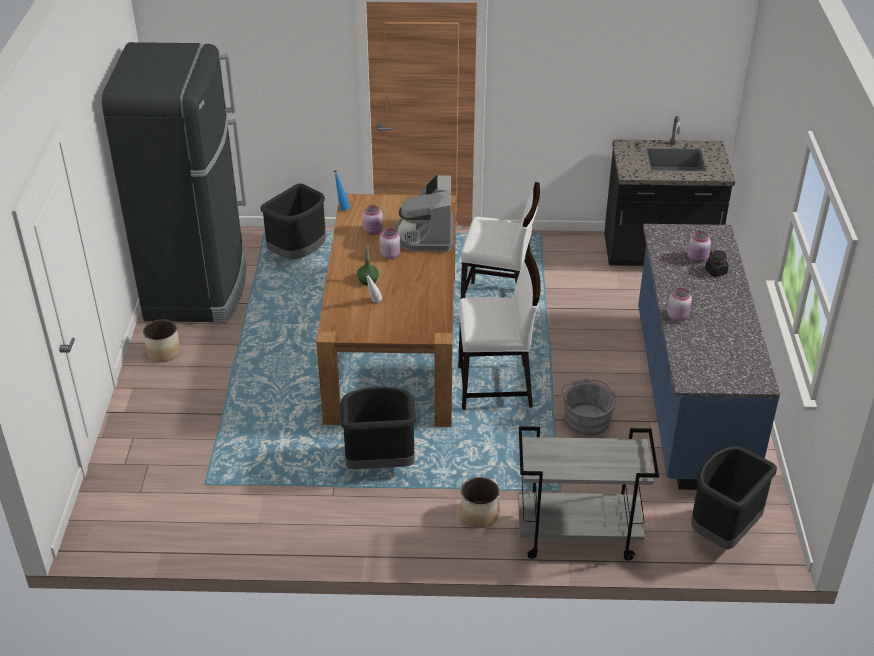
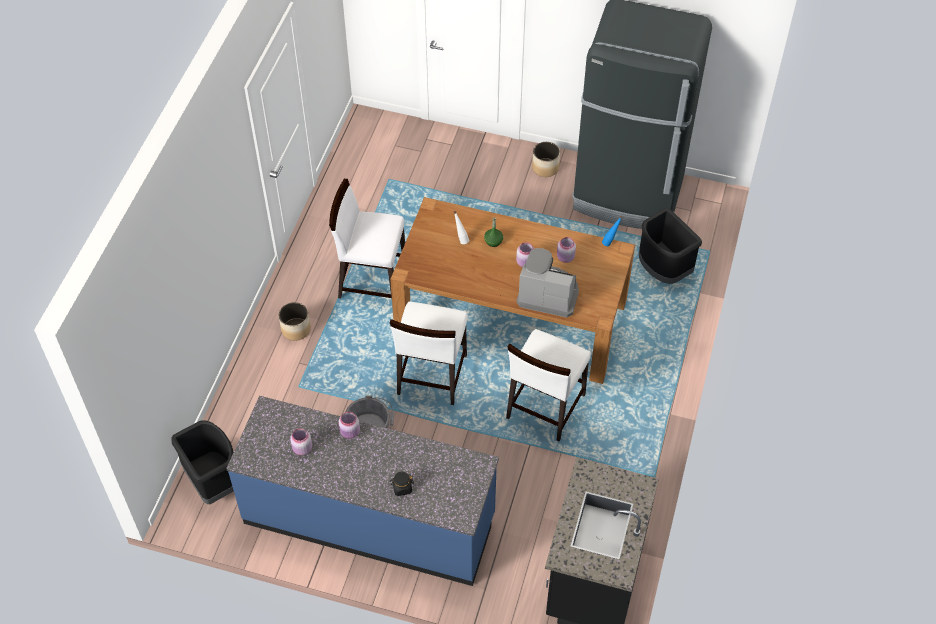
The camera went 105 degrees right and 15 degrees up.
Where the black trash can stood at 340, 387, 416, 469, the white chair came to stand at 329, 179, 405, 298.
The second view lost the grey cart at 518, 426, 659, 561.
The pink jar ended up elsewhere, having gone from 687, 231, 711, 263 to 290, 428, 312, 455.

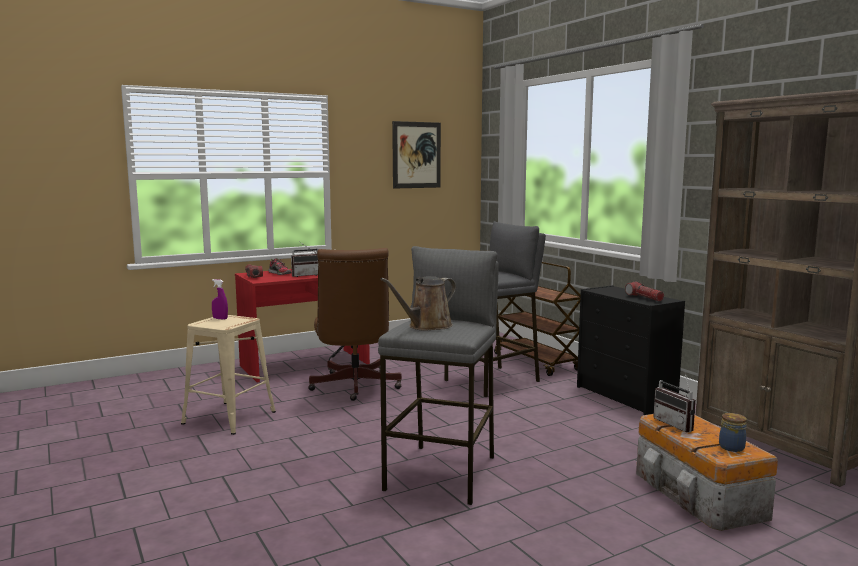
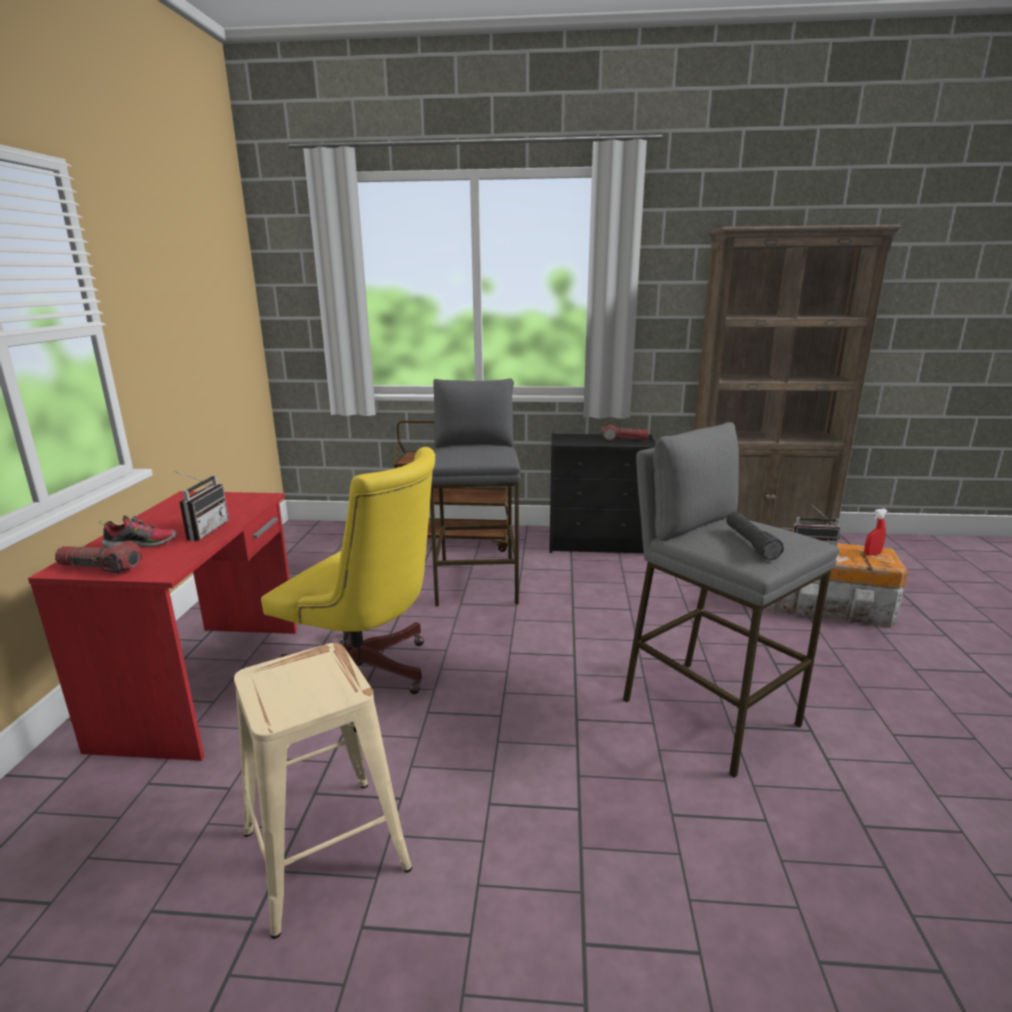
The camera went 55 degrees left and 10 degrees up.
The second view lost the purple spray bottle at 212, 279, 228, 320.
What was the brown office chair at 308, 248, 402, 401 turned into the yellow office chair at 261, 447, 435, 694.
Where the brown watering can stood at 380, 276, 456, 331, the black flashlight came to stand at 726, 512, 784, 560.
The second view lost the picture at 392, 121, 441, 189.
Where the jar stood at 719, 413, 747, 452, the red spray bottle came to stand at 864, 509, 887, 556.

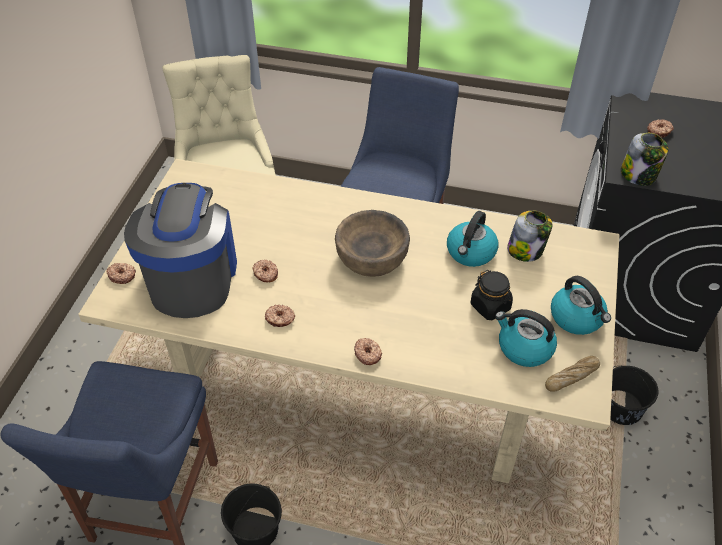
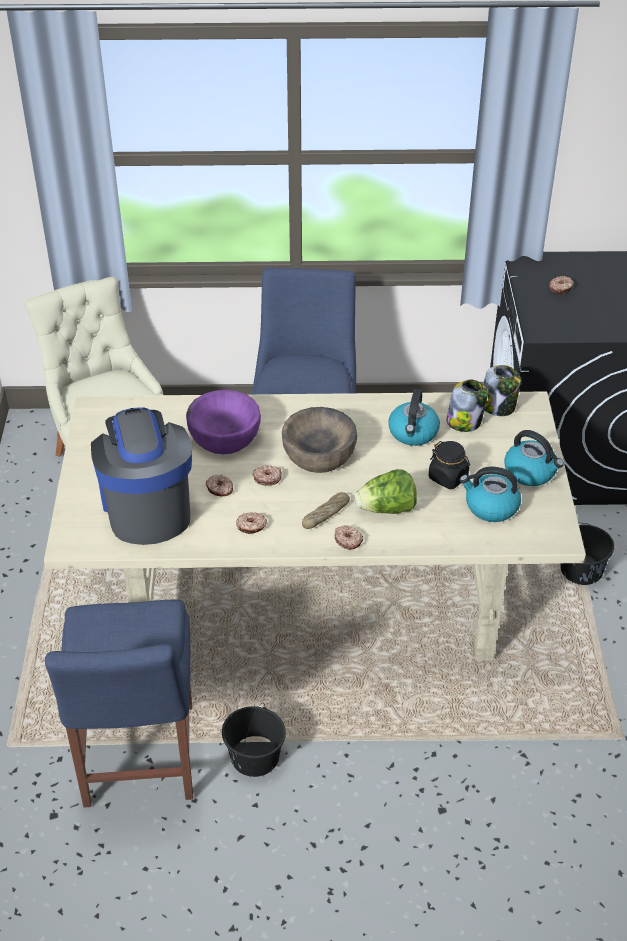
The camera went 15 degrees left and 5 degrees down.
The donut ended up elsewhere, having gone from 106, 263, 136, 284 to 252, 465, 282, 486.
The bread ended up elsewhere, having gone from 545, 356, 600, 392 to 302, 492, 350, 529.
The jar ended up elsewhere, having gone from 621, 133, 669, 186 to 483, 365, 521, 416.
The second view gained the purple bowl at 186, 390, 261, 454.
The second view gained the lettuce at 355, 469, 417, 514.

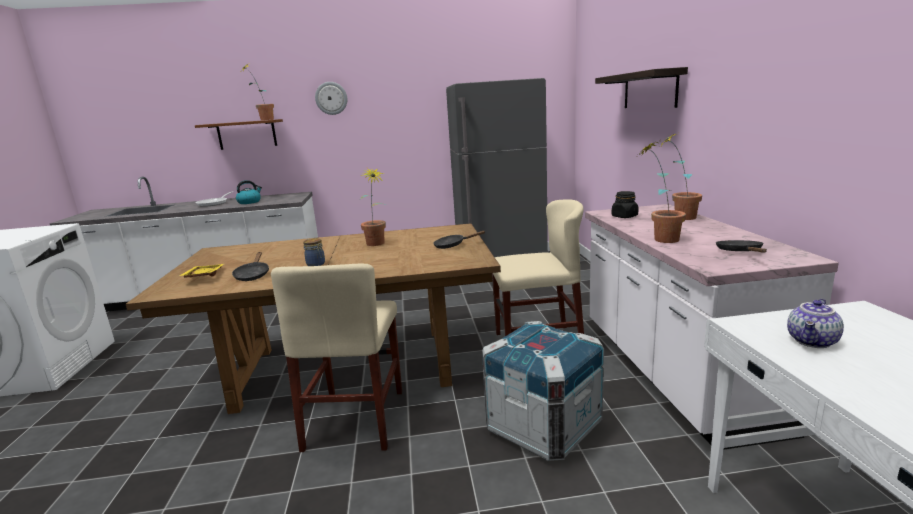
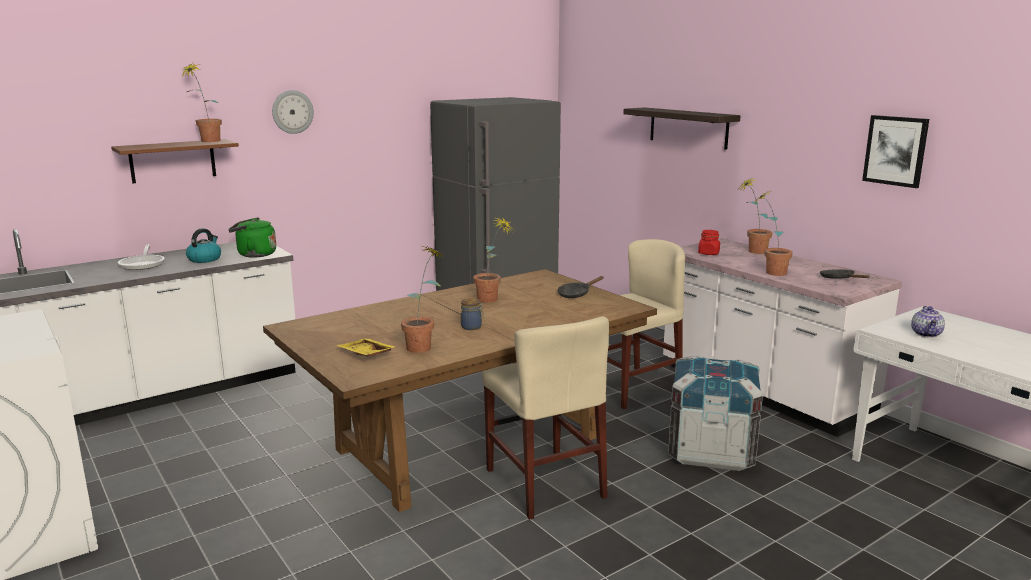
The camera went 30 degrees left and 0 degrees up.
Where the black frying pan stood at 232, 252, 269, 281, the potted plant came to stand at 401, 246, 444, 353.
What was the black jar at 612, 191, 638, 218 turned into the red jar at 698, 230, 720, 255.
The second view gained the green kettle at 228, 217, 276, 258.
The second view gained the picture at 862, 115, 929, 188.

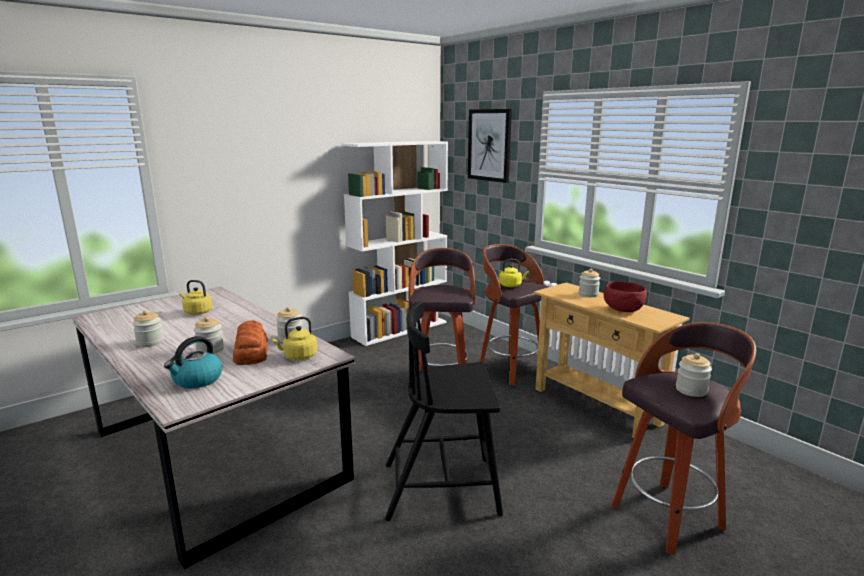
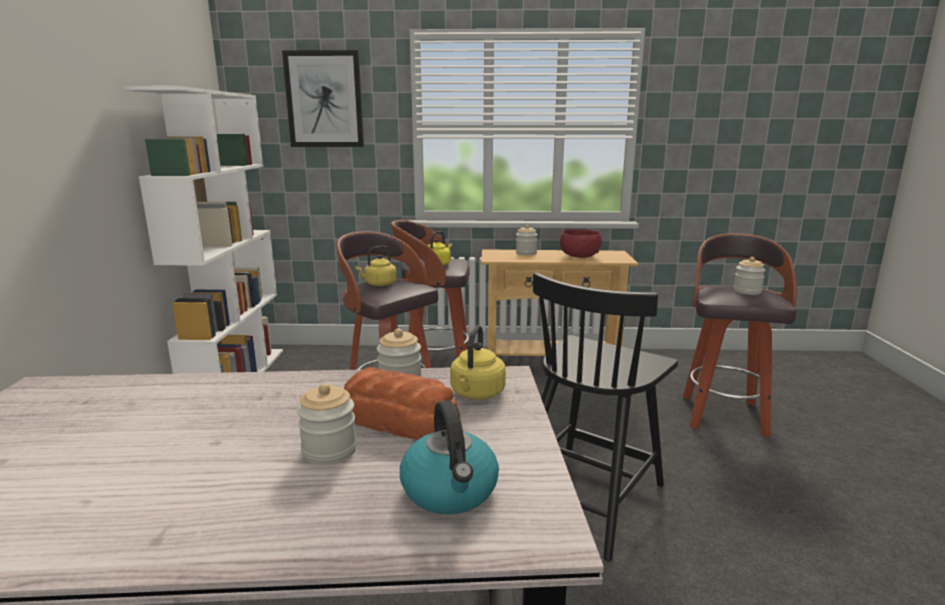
The camera went 50 degrees left and 0 degrees up.
The second view lost the jar at 132, 310, 164, 347.
The yellow kettle ended up elsewhere, having gone from 179, 280, 213, 315 to 355, 246, 396, 286.

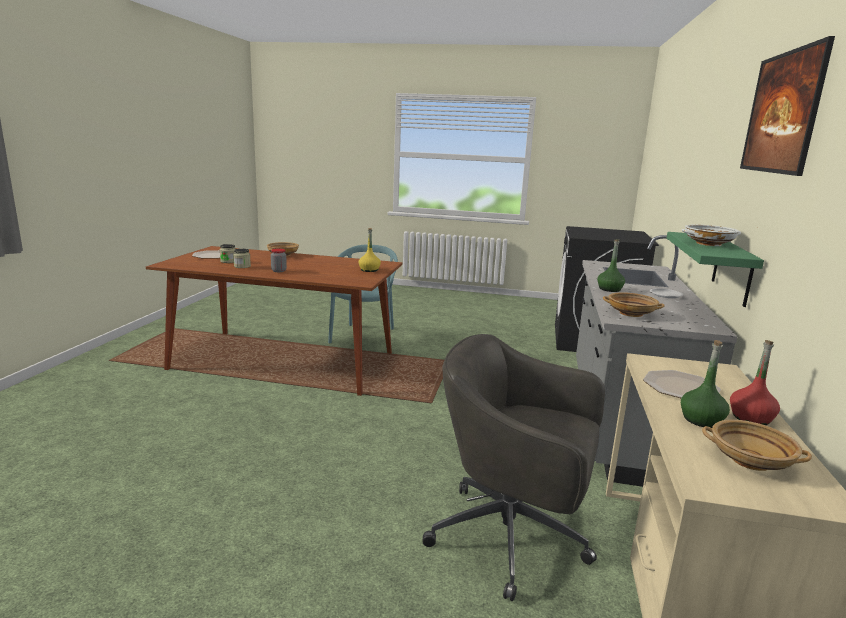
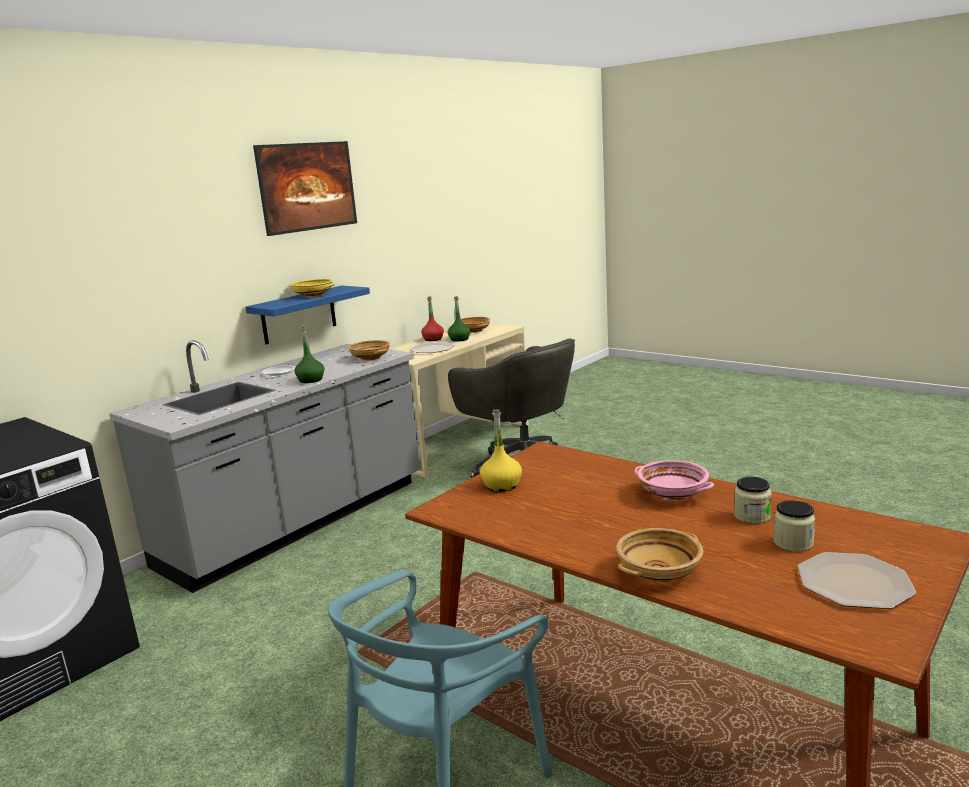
The camera went 150 degrees left and 0 degrees up.
Where the jar stood at 271, 249, 287, 272, the pink bowl came to stand at 634, 460, 714, 501.
What was the green shelf at 667, 232, 764, 307 turned into the blue shelf at 246, 286, 370, 344.
What was the white bowl at 682, 224, 741, 246 turned into the yellow bowl at 290, 279, 335, 297.

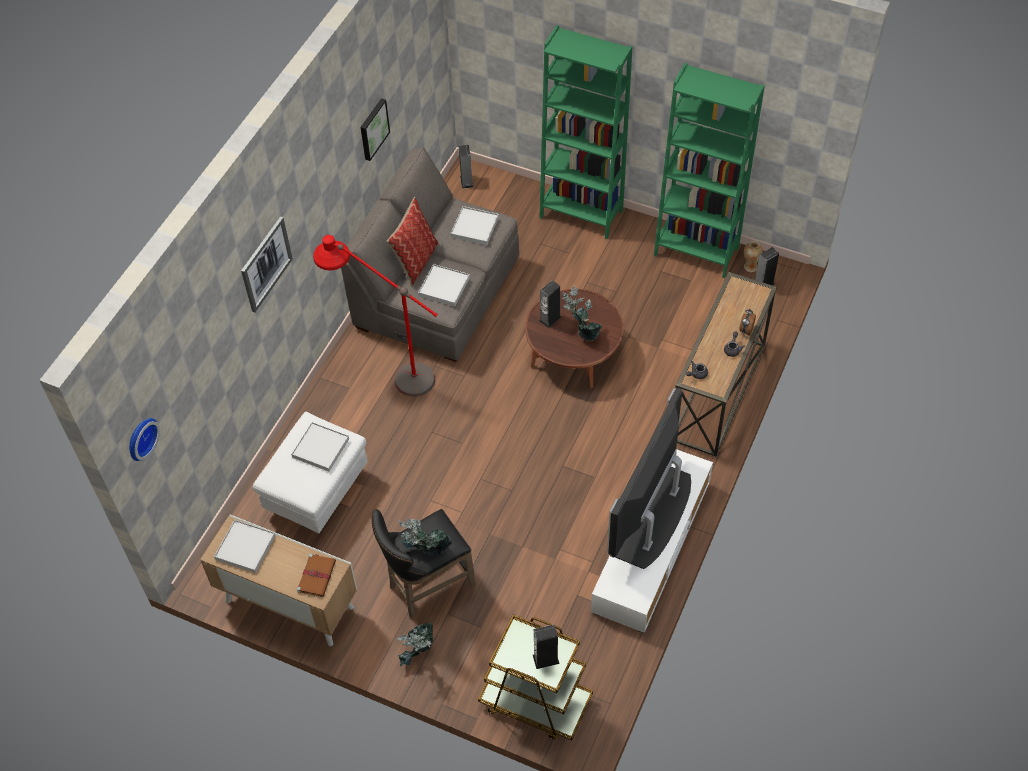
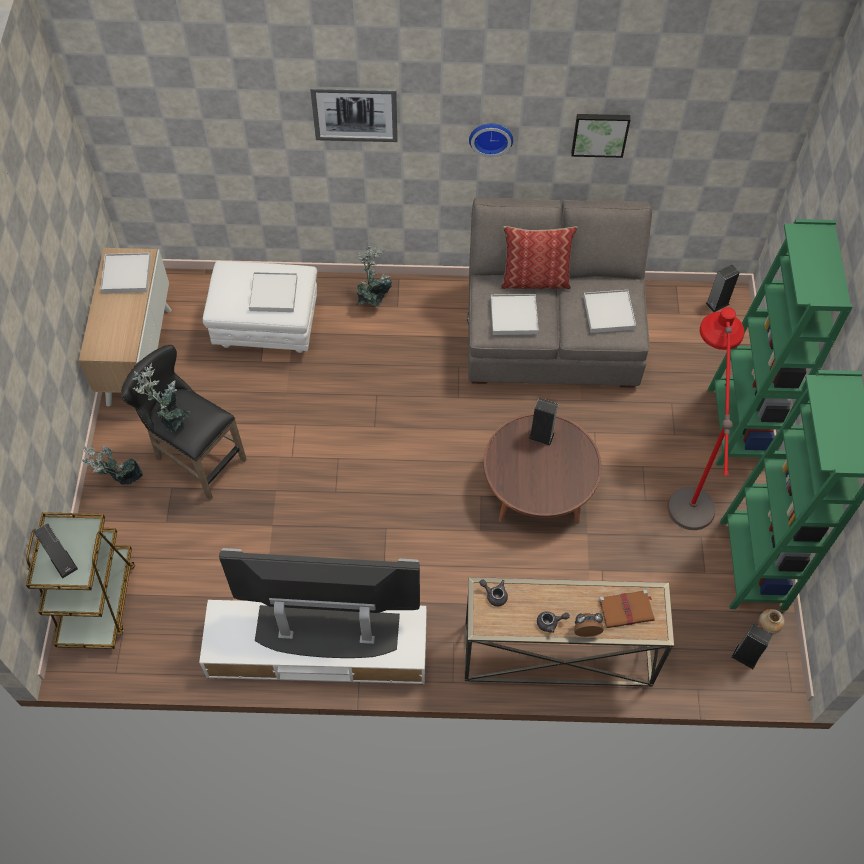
The camera went 65 degrees right and 5 degrees up.
The wall clock ended up elsewhere, having gone from 129, 418, 160, 461 to 469, 124, 513, 157.
The brown book ended up elsewhere, having gone from 297, 554, 336, 597 to 599, 590, 655, 628.
The red floor lamp ended up elsewhere, having gone from 313, 235, 438, 397 to 667, 307, 744, 530.
The potted plant ended up elsewhere, having gone from 562, 285, 602, 341 to 357, 243, 392, 306.

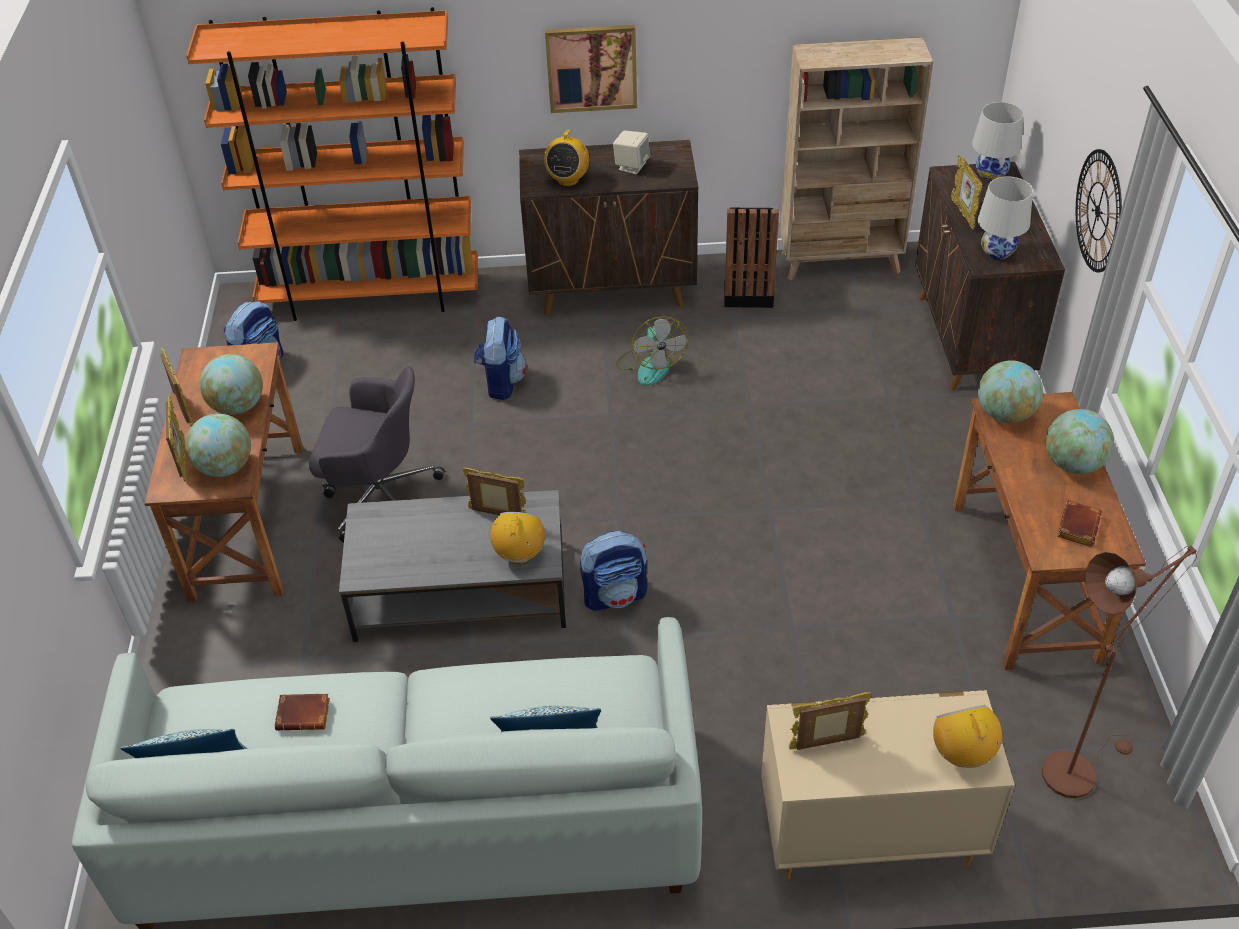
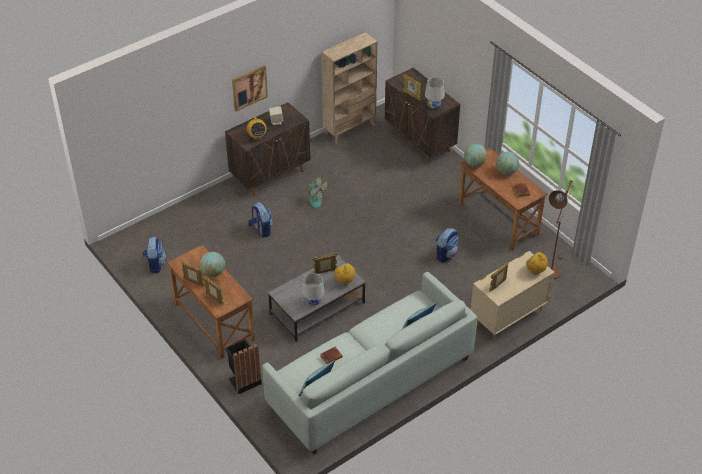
The camera went 35 degrees left and 0 degrees up.
The second view lost the globe at 185, 414, 251, 477.
The second view lost the orange bookcase at 186, 7, 478, 321.
The second view lost the grey office chair at 309, 366, 445, 542.
The backpack ended up elsewhere, having gone from 580, 531, 648, 611 to 436, 228, 459, 263.
The black trash can ended up elsewhere, having gone from 724, 208, 779, 308 to 225, 339, 262, 394.
The white table lamp ended up elsewhere, having gone from 972, 102, 1024, 181 to 302, 273, 325, 306.
The second view lost the wall clock at 1076, 149, 1122, 272.

